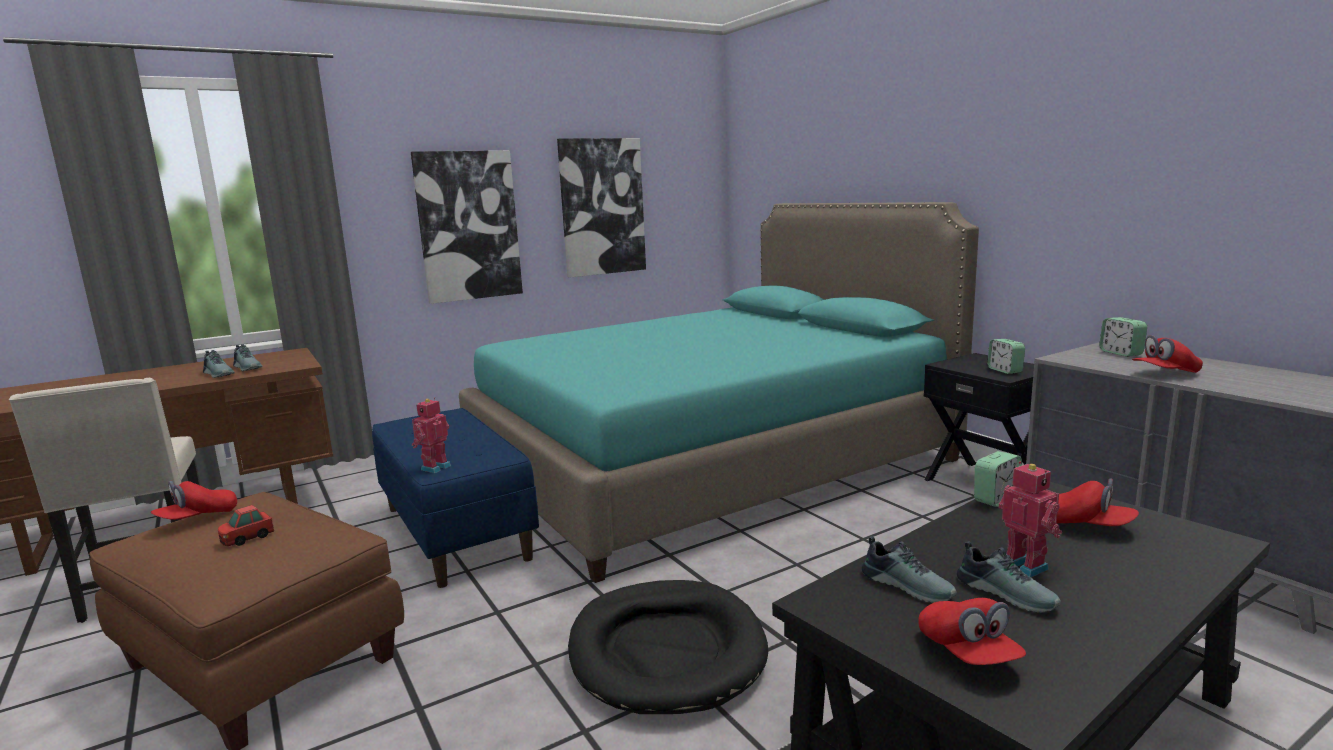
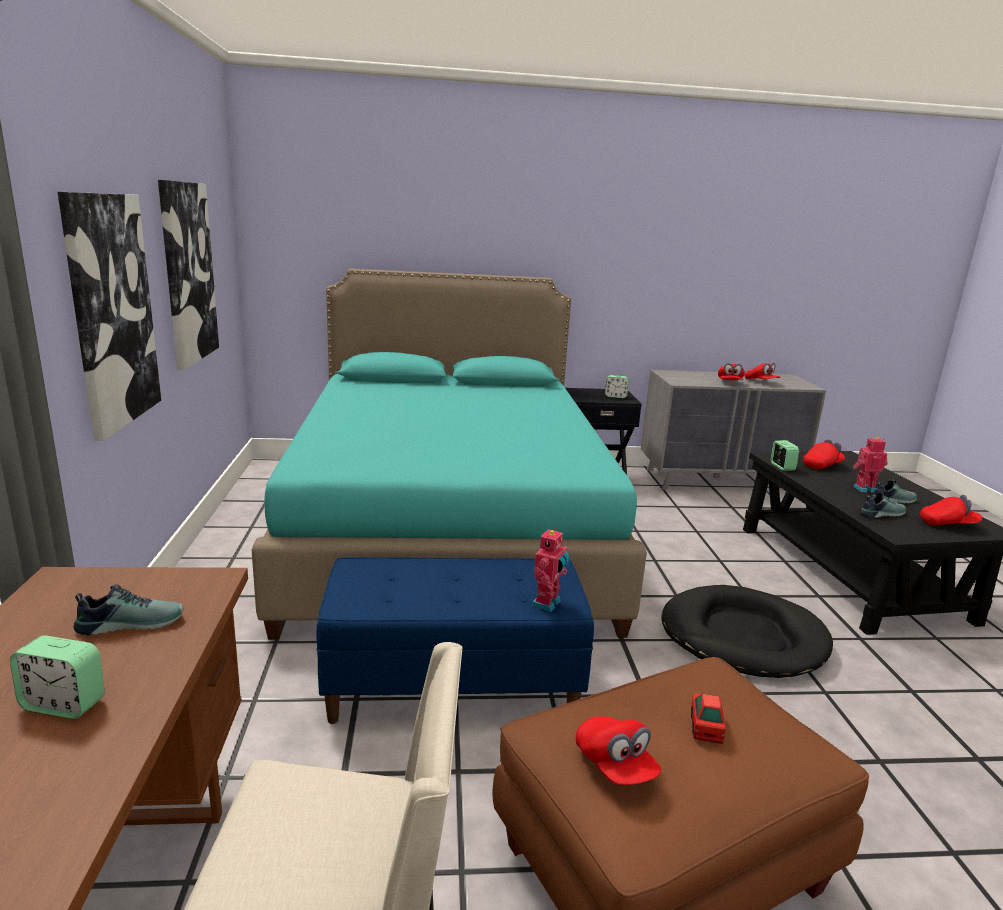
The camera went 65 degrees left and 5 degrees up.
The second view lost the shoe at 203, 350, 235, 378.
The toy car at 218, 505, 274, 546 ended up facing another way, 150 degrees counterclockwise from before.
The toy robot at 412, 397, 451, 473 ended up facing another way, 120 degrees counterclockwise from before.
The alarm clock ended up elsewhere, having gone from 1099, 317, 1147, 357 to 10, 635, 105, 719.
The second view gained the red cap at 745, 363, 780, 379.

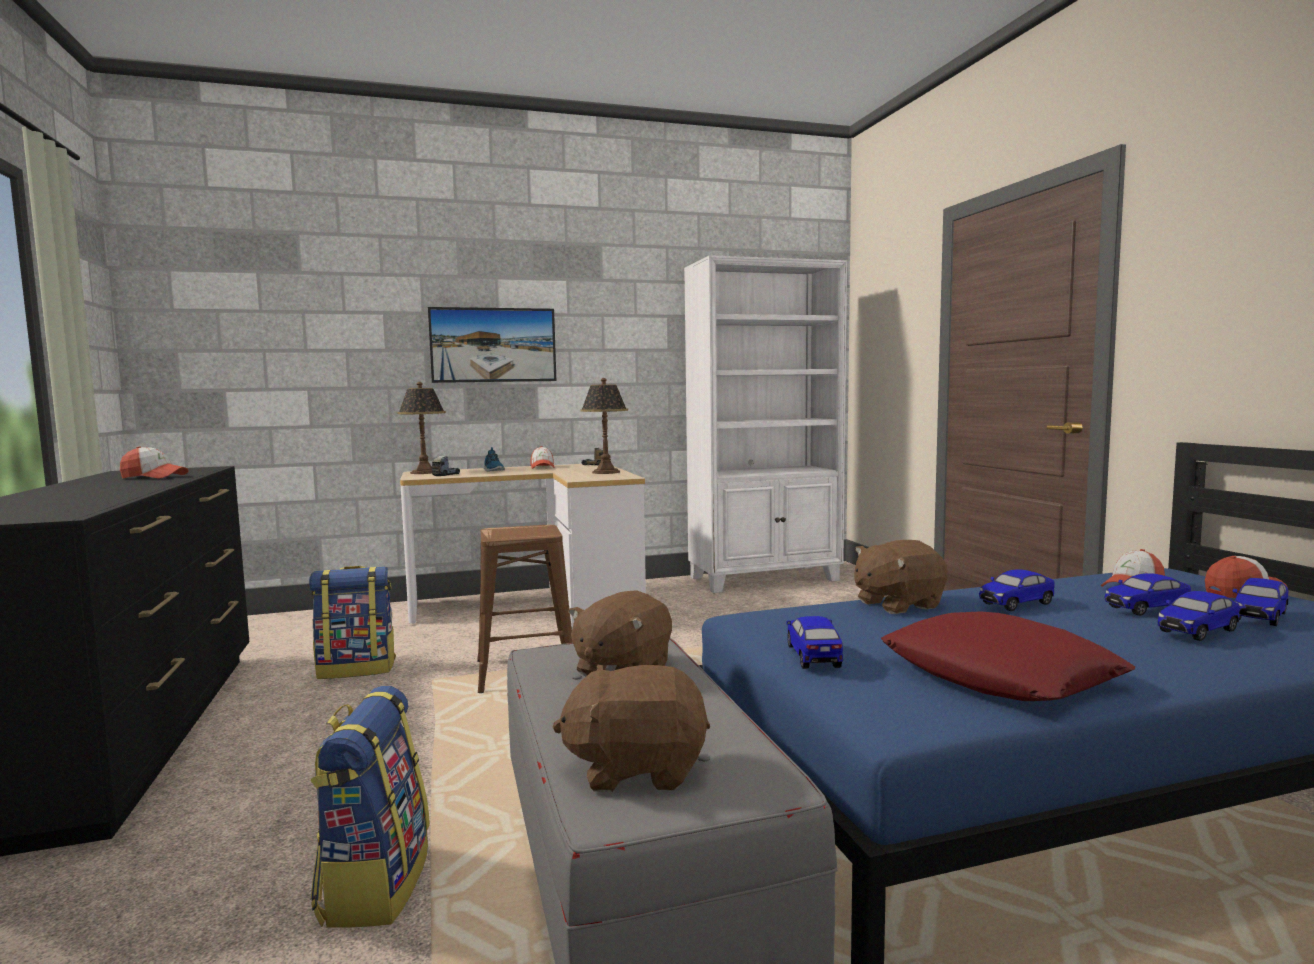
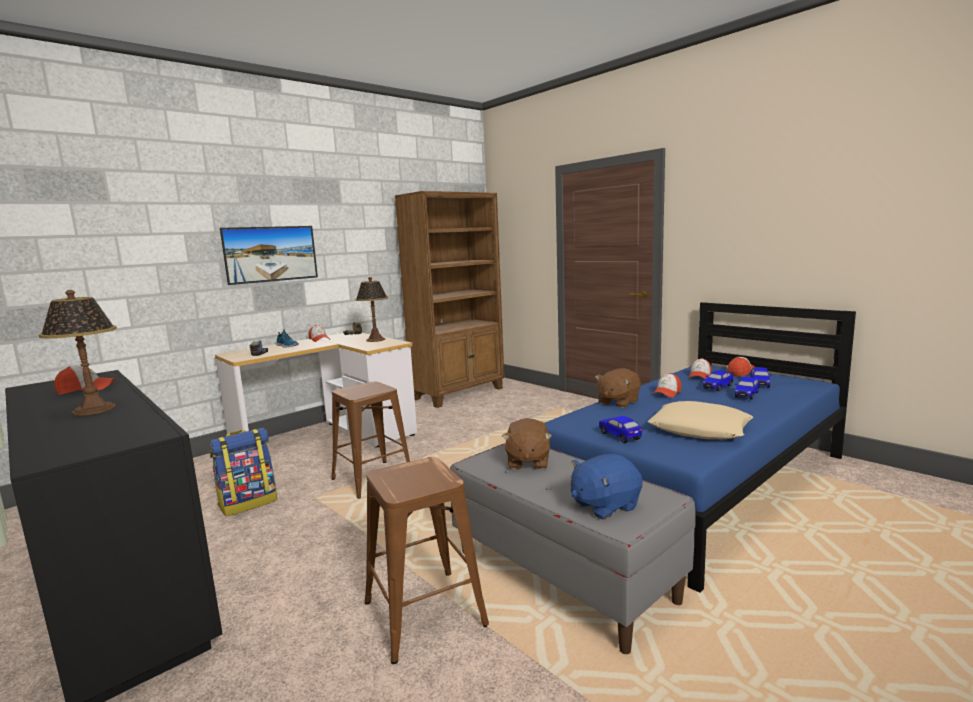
The camera went 25 degrees left and 5 degrees up.
Where the backpack stood at 310, 686, 430, 928, the brown stool came to stand at 365, 457, 489, 664.
The table lamp ended up elsewhere, having gone from 397, 382, 446, 474 to 39, 290, 117, 416.
What was the brown plush toy at 552, 665, 710, 792 turned into the blue plush toy at 571, 454, 643, 519.
What was the white bookcase at 684, 255, 847, 593 turned into the brown bookcase at 395, 191, 504, 408.
What was the red pillow at 881, 611, 1135, 701 turned into the beige pillow at 648, 401, 753, 439.
Where the toy car stood at 979, 569, 1055, 611, the cap came to stand at 652, 373, 682, 398.

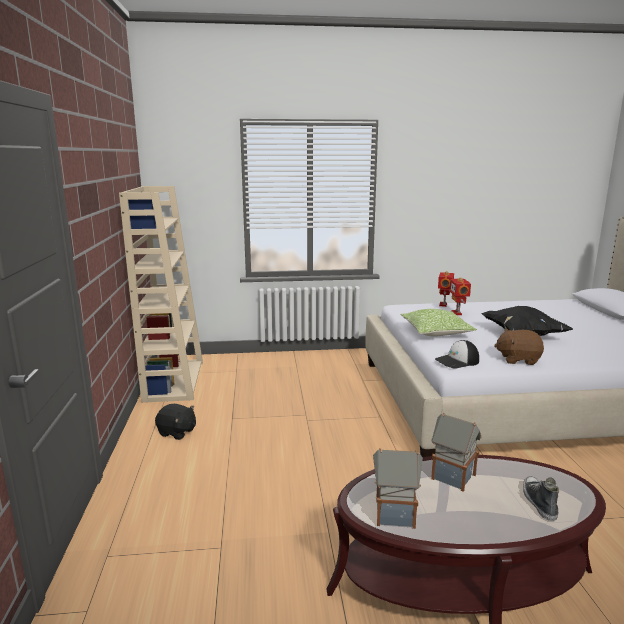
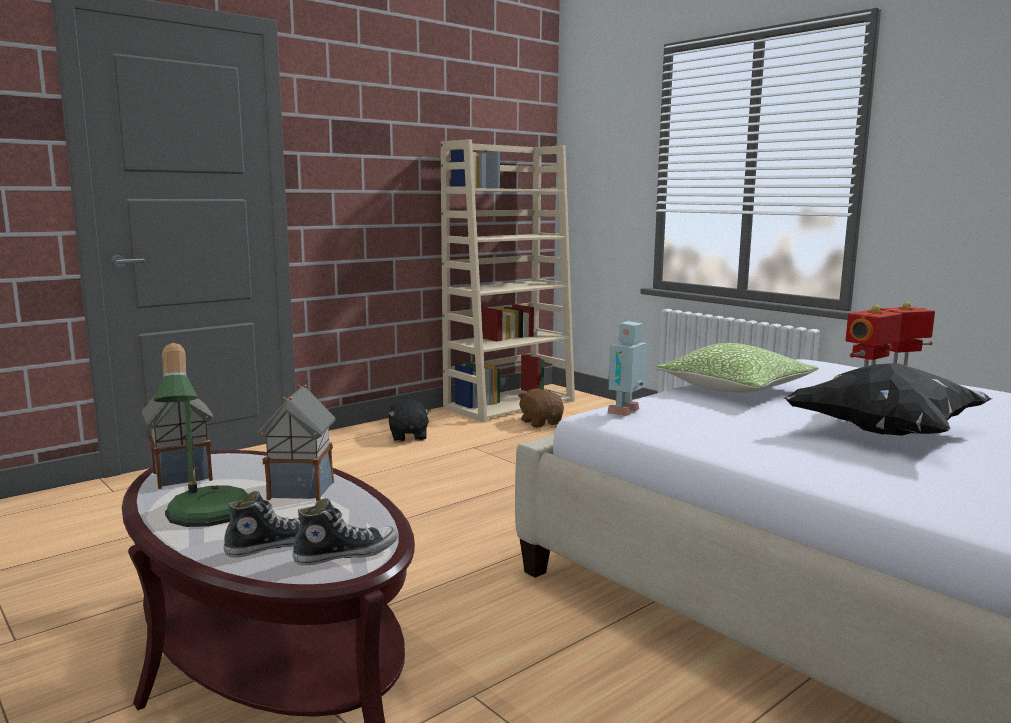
The camera went 55 degrees right and 5 degrees down.
Where the cap stood at 435, 340, 479, 369, the toy robot came to stand at 608, 321, 647, 416.
The brown plush toy ended up elsewhere, having gone from 494, 329, 544, 365 to 518, 389, 564, 427.
The second view gained the table lamp at 153, 343, 247, 527.
The second view gained the shoe at 292, 498, 398, 565.

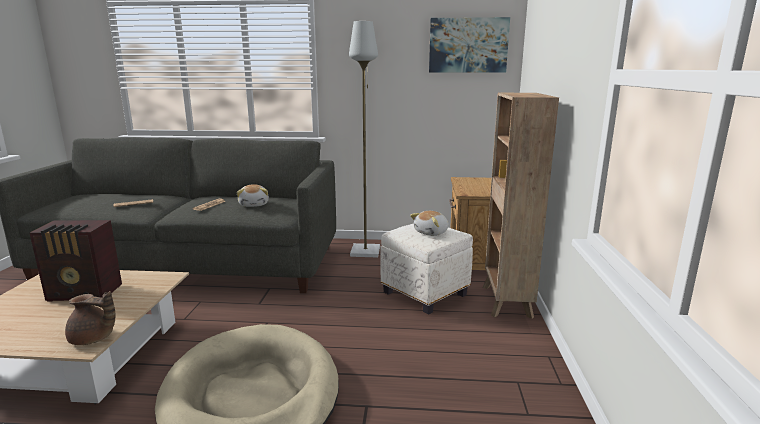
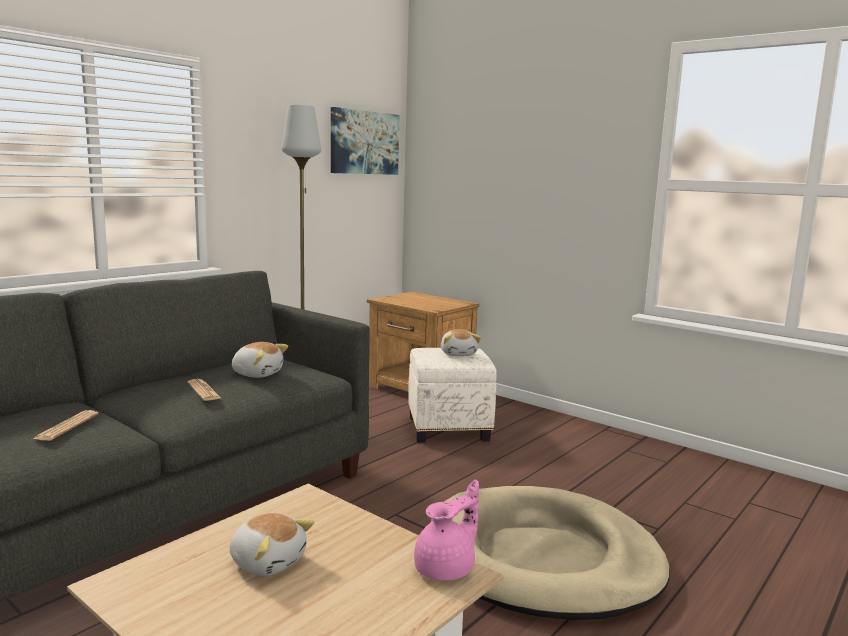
The camera went 55 degrees left and 5 degrees down.
Where the radio stood at 30, 220, 122, 301, the plush toy came to stand at 230, 513, 315, 576.
What was the brown teapot at 65, 291, 116, 345 turned into the pink teapot at 414, 480, 479, 581.
The second view lost the brown bookcase at 483, 93, 559, 319.

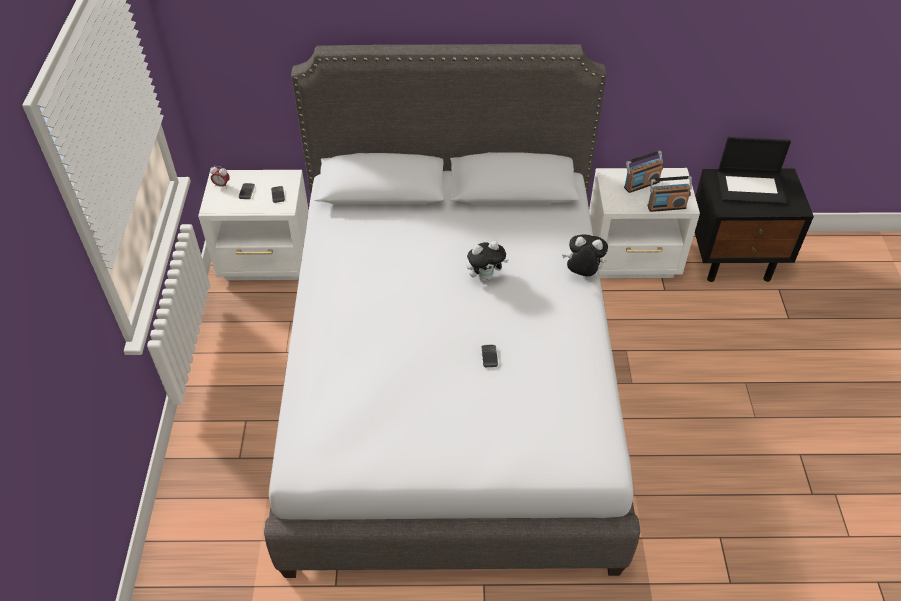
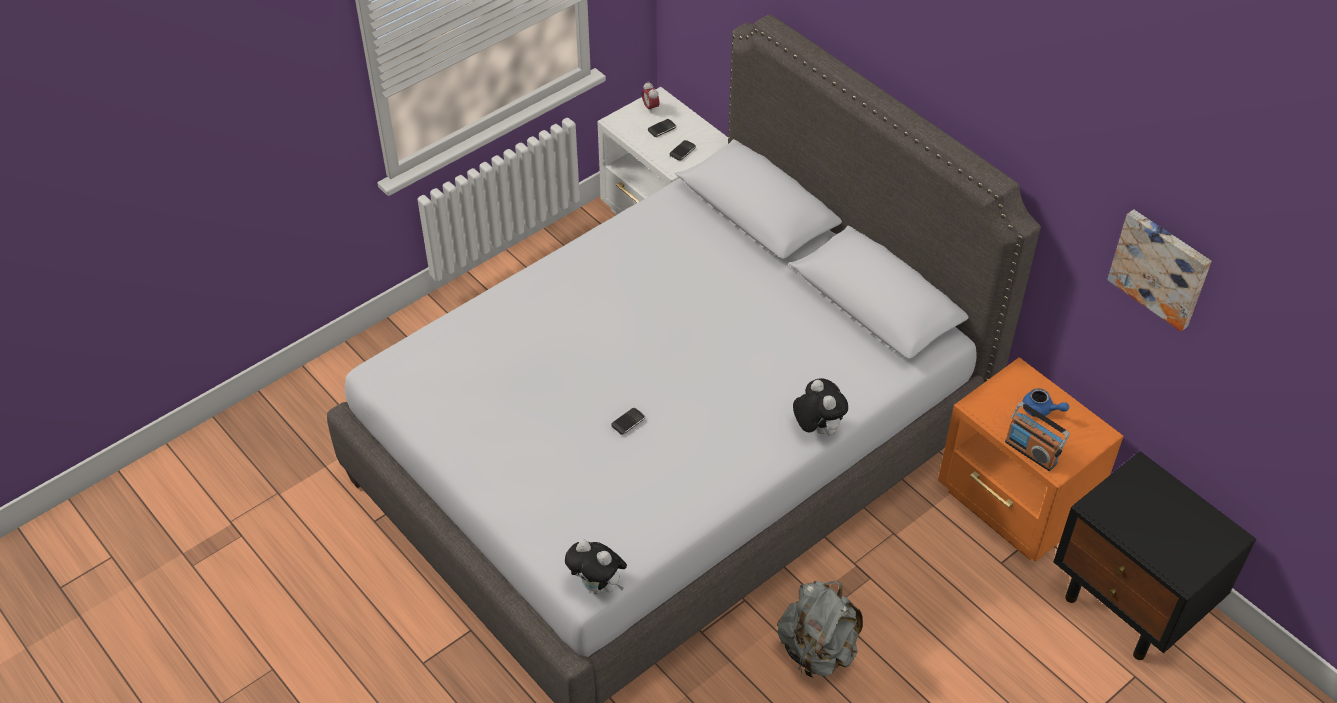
The camera went 50 degrees right and 0 degrees up.
The plush toy ended up elsewhere, having gone from 466, 241, 509, 281 to 565, 540, 627, 594.
What was the white nightstand at 589, 168, 700, 278 turned into the orange nightstand at 938, 357, 1124, 562.
Where the radio stood at 624, 151, 663, 193, the blue teapot came to stand at 1022, 388, 1069, 417.
The second view lost the laptop at 717, 137, 791, 205.
The second view gained the grey backpack at 777, 581, 863, 677.
The second view gained the picture at 1107, 209, 1211, 332.

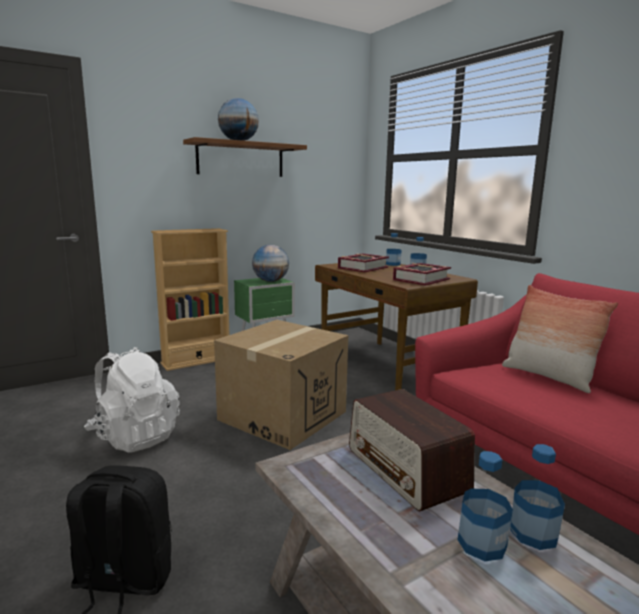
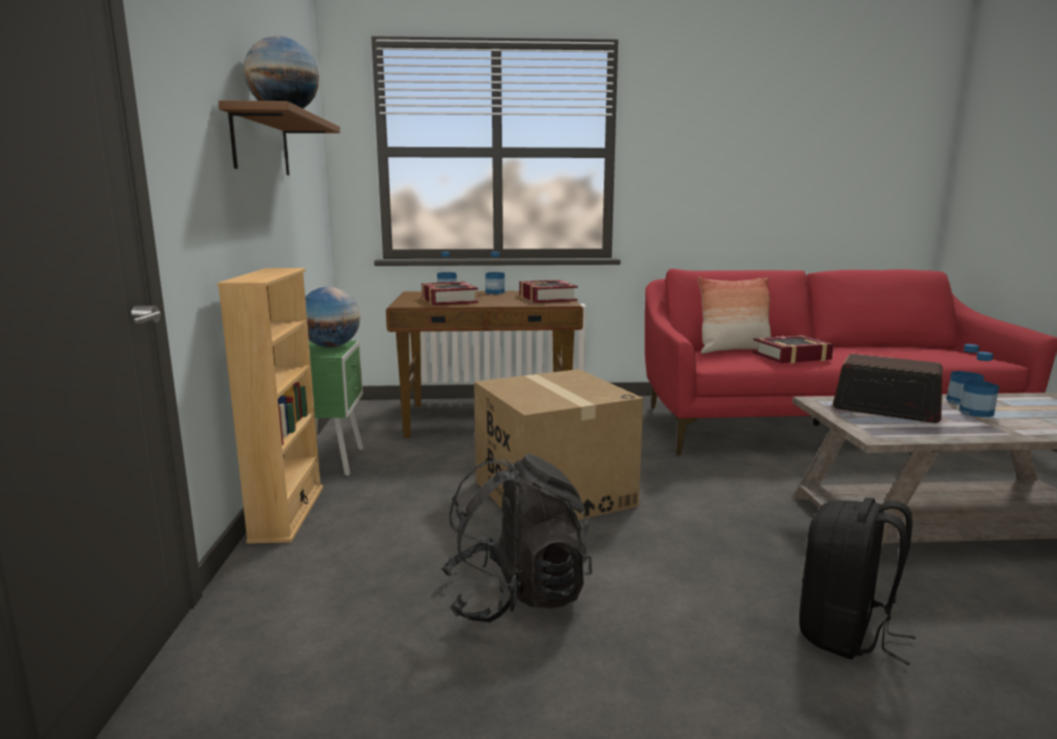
The camera went 60 degrees left and 0 degrees up.
What was the white backpack at 84, 347, 180, 453 turned into the black backpack at 441, 454, 592, 622.
The radio at 349, 389, 475, 512 ended up facing another way, 150 degrees counterclockwise from before.
The second view gained the book at 752, 335, 834, 363.

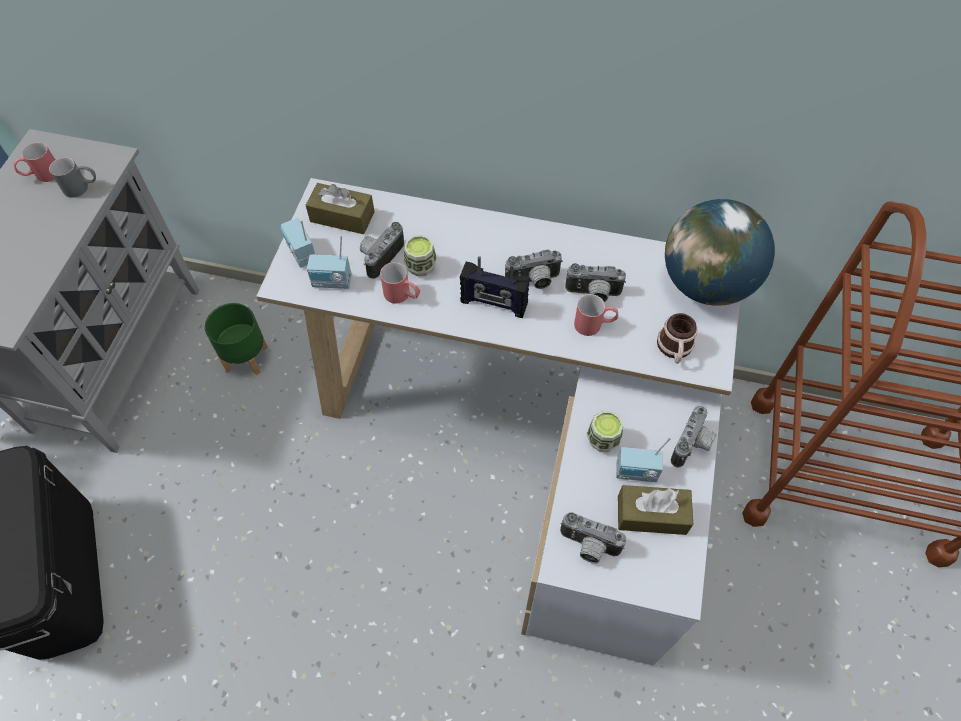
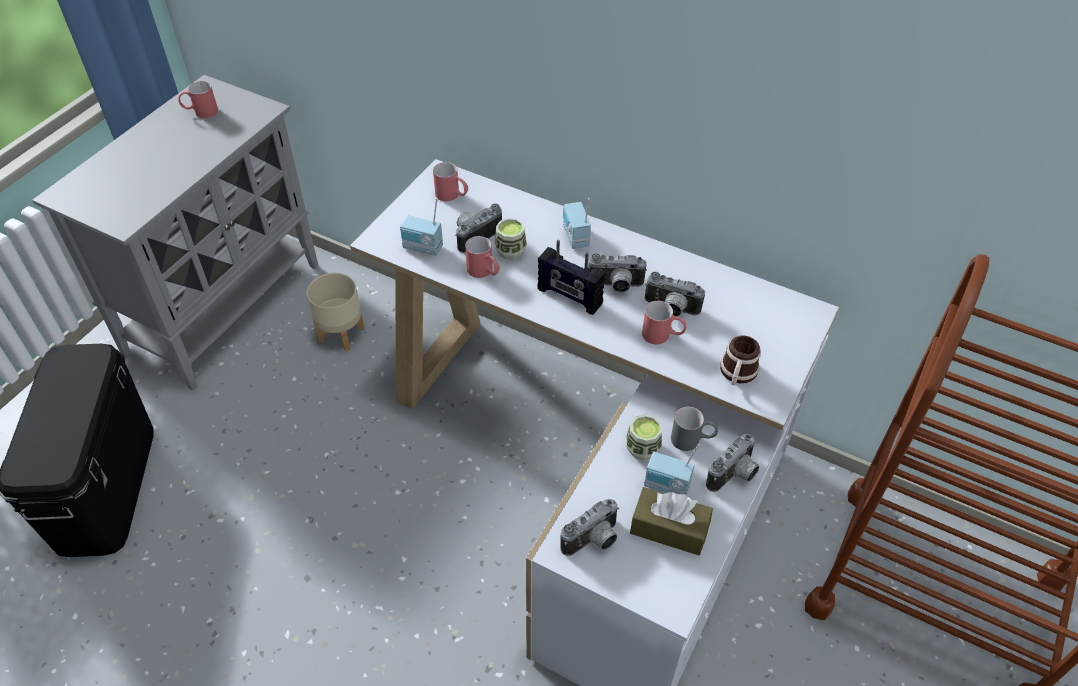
The camera went 15 degrees right and 10 degrees down.
The grey mug ended up elsewhere, having gone from 49, 157, 96, 198 to 671, 407, 718, 451.
What was the green planter at 205, 303, 268, 375 turned into the beige planter at 306, 273, 365, 352.
The radio ended up elsewhere, having gone from 280, 218, 315, 268 to 563, 198, 591, 249.
Where the brown tissue box stood at 306, 183, 375, 234, the red mug came to stand at 433, 162, 468, 201.
The photo camera at 560, 512, 627, 564 ended up facing another way, 75 degrees counterclockwise from before.
The second view lost the globe at 665, 199, 775, 306.

